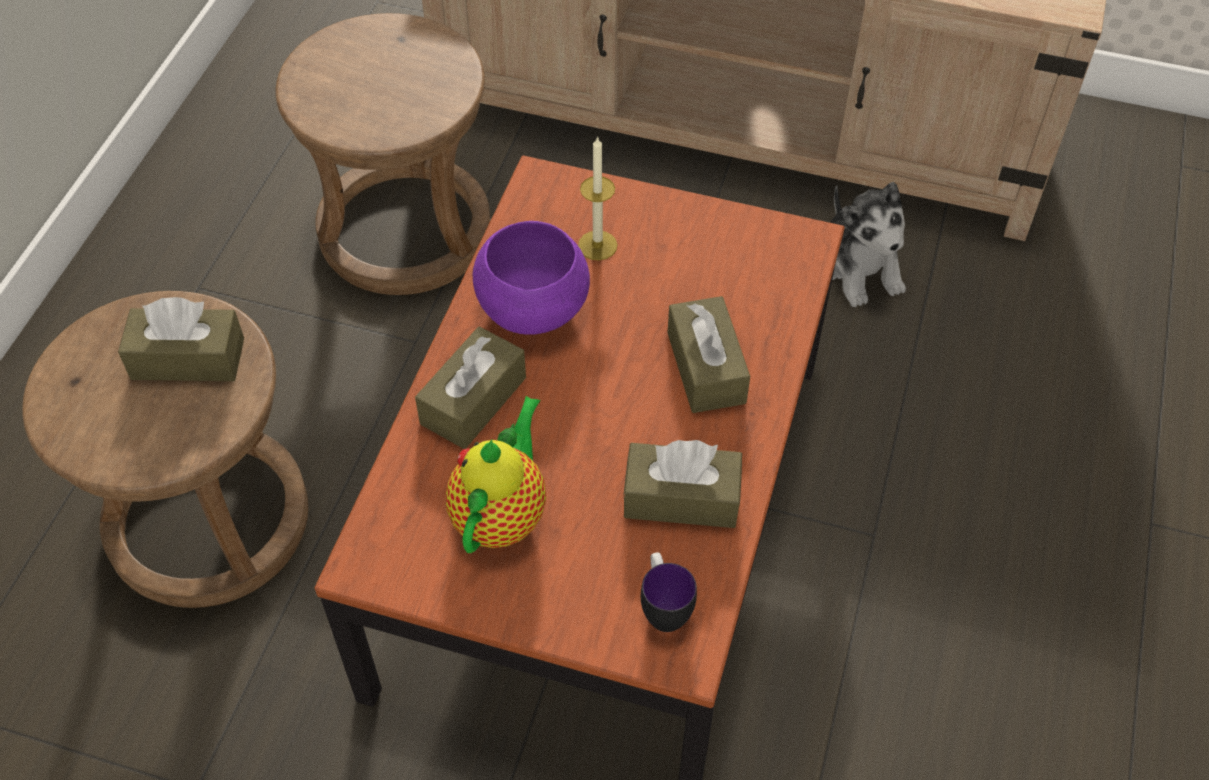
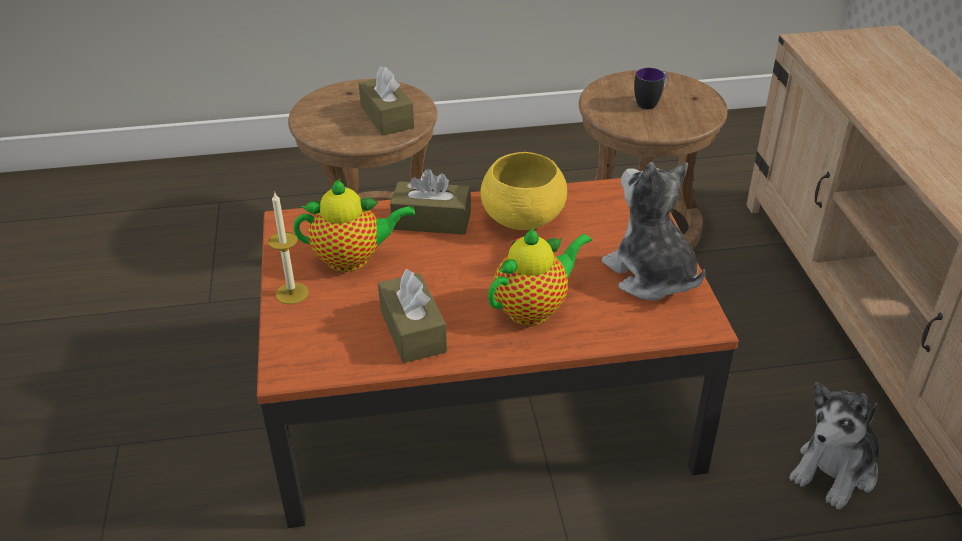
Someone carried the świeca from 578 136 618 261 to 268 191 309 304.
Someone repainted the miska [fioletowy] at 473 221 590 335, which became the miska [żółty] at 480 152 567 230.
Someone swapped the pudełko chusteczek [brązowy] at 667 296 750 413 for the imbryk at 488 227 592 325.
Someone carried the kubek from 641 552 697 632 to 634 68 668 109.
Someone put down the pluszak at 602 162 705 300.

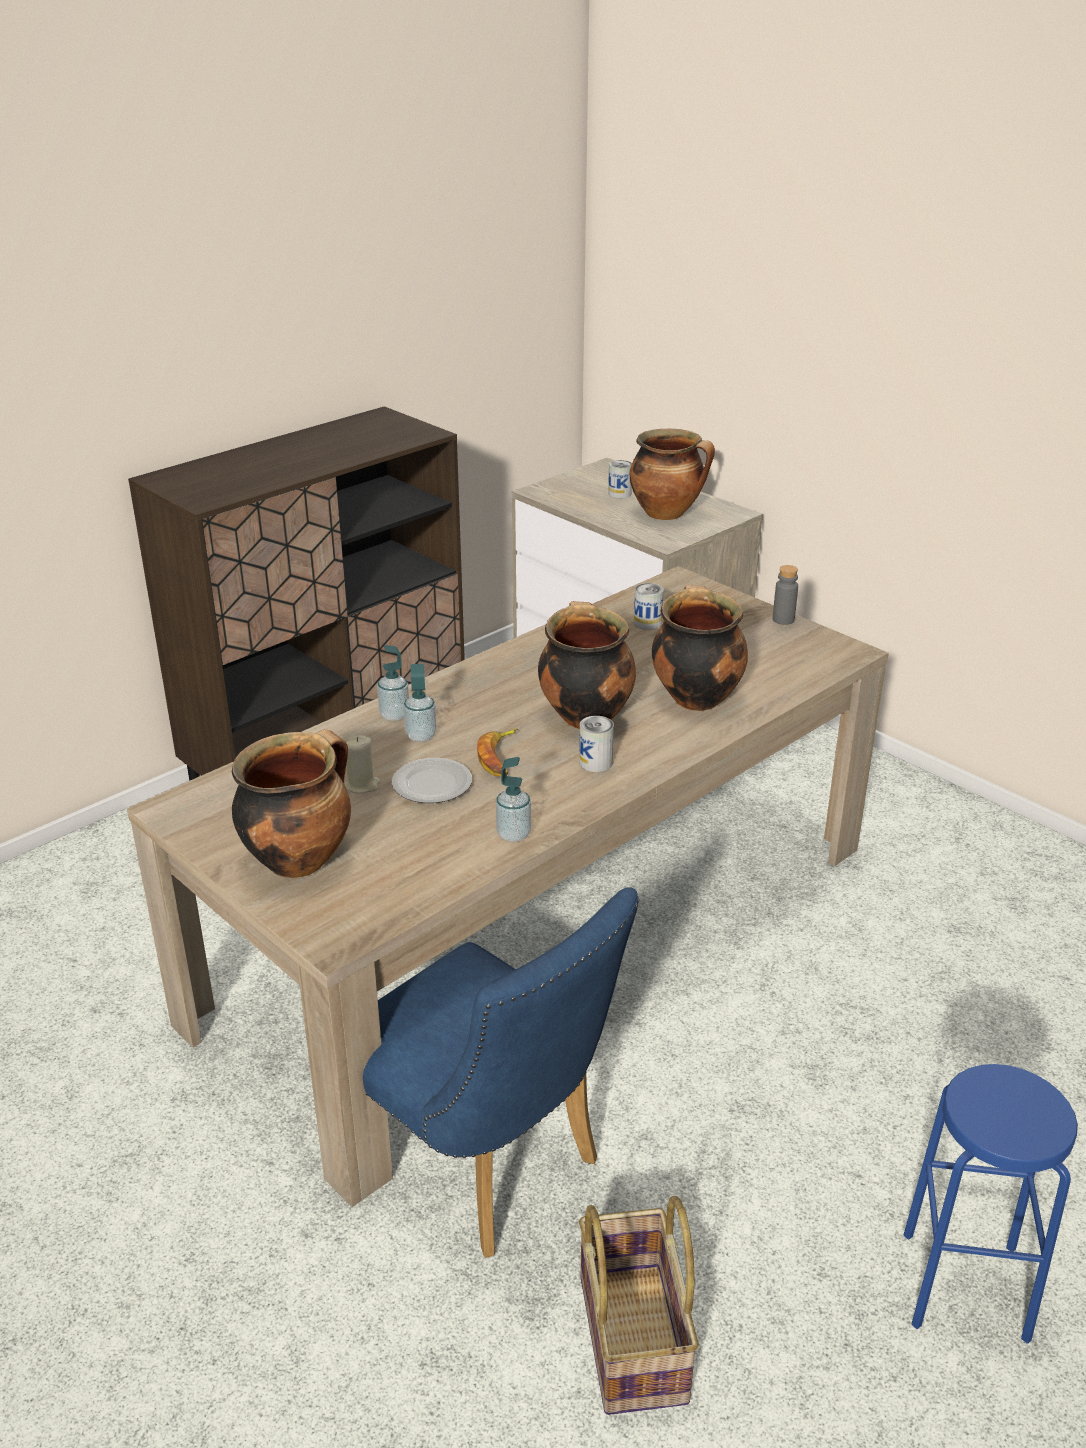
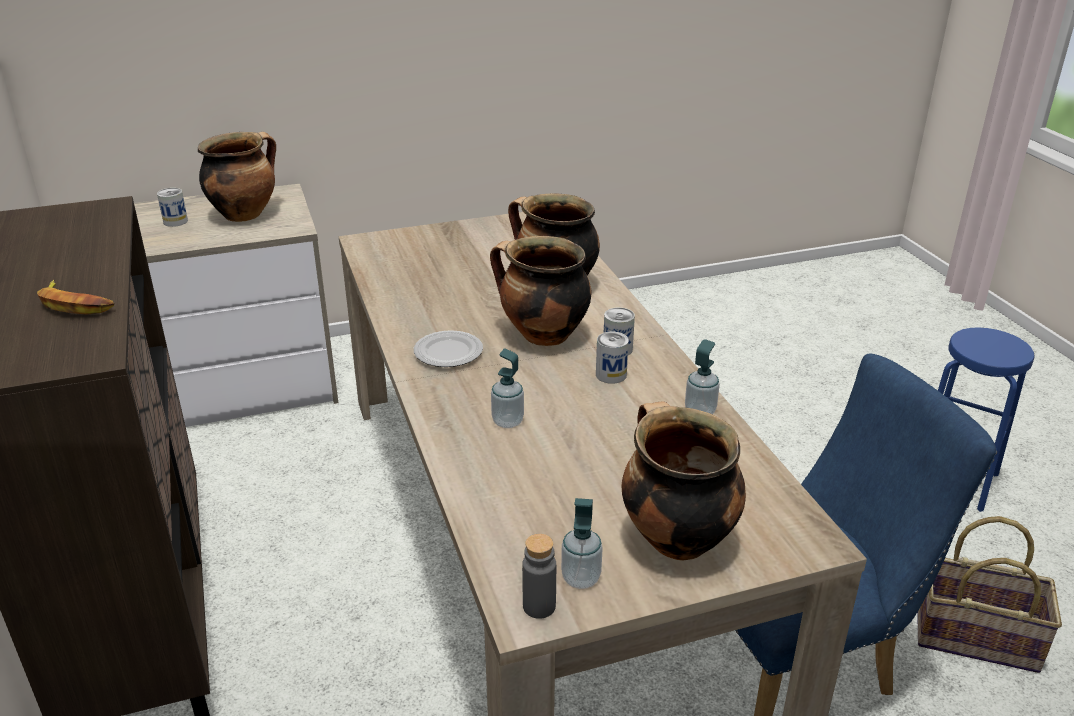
Someone carried the butelka [szary] from 773 565 798 625 to 522 534 556 619.
Someone carried the puszka from 634 583 664 630 to 596 332 629 384.
Someone carried the dozownik mydła from 377 645 409 721 to 561 498 603 589.
Someone carried the banan from 477 729 518 776 to 37 280 114 314.
Someone took away the świeca [beżowy] at 344 735 380 794.
Someone carried the talerz from 392 758 472 803 to 414 330 483 367.

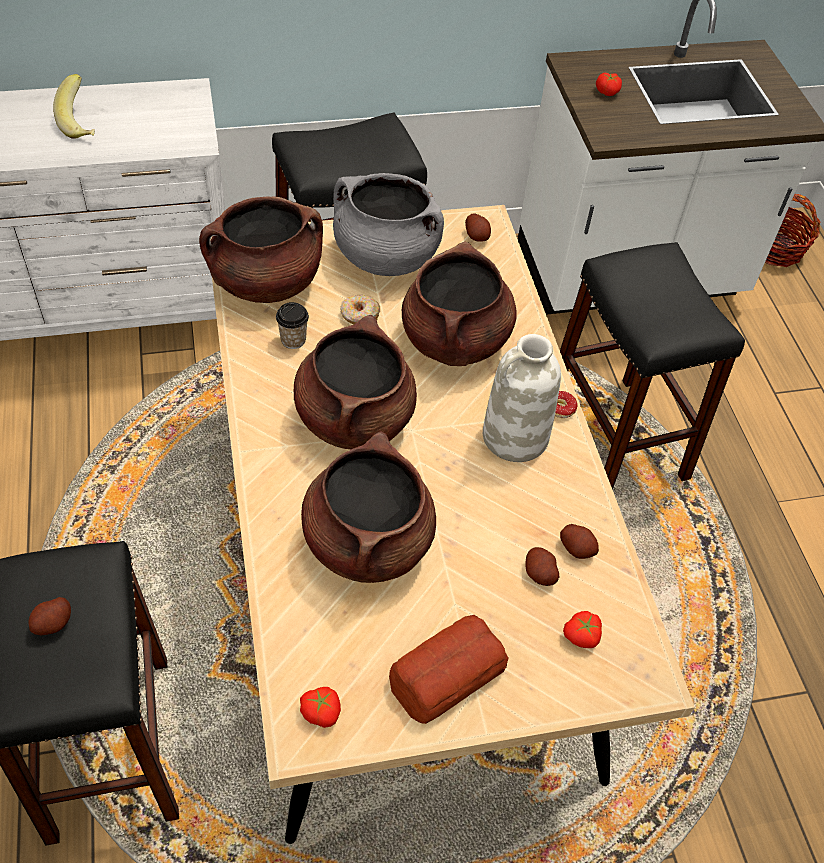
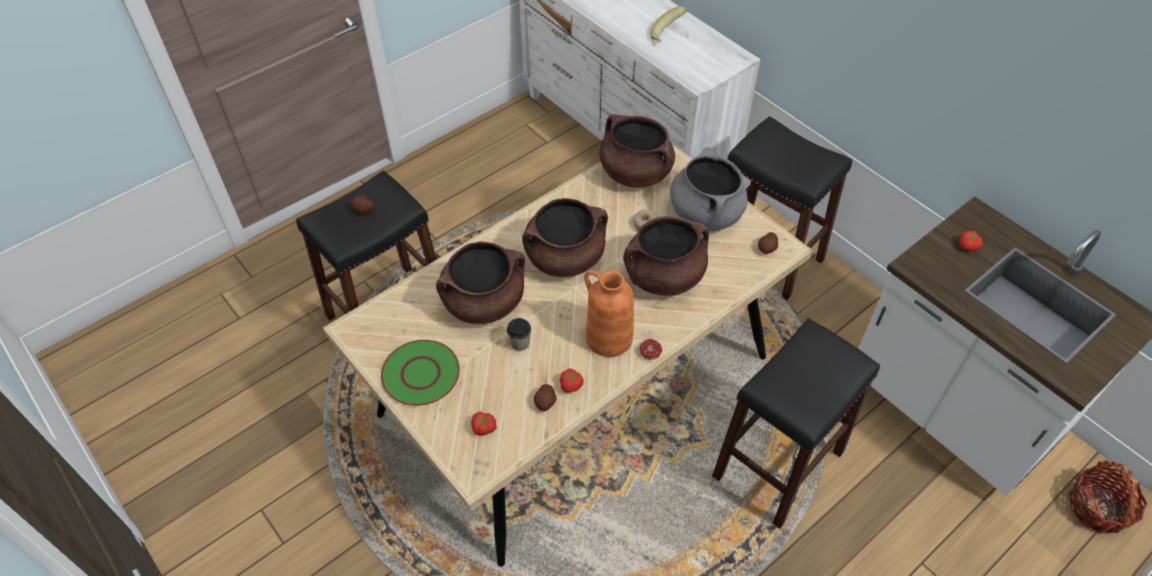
Someone carried the filiżanka from 276 302 309 349 to 507 318 531 351.
Someone repainted the wazon [biały] at 483 334 561 462, which became the wazon [pomarańczowy] at 584 270 634 357.
Someone took away the ziemniak at 526 547 559 586.
Someone swapped the chleb at 389 615 508 724 for the talerz [zielony] at 381 340 460 406.
Someone carried the pomidor from 300 687 341 728 to 560 368 584 393.

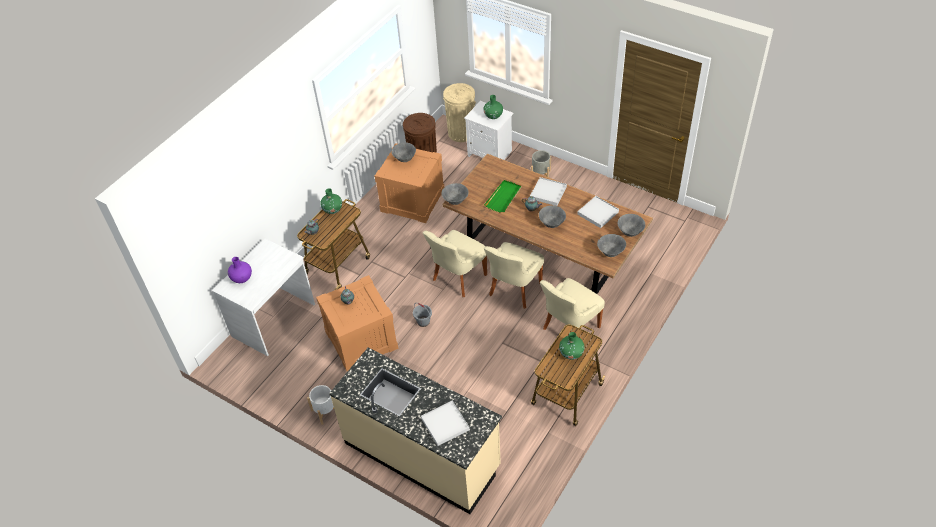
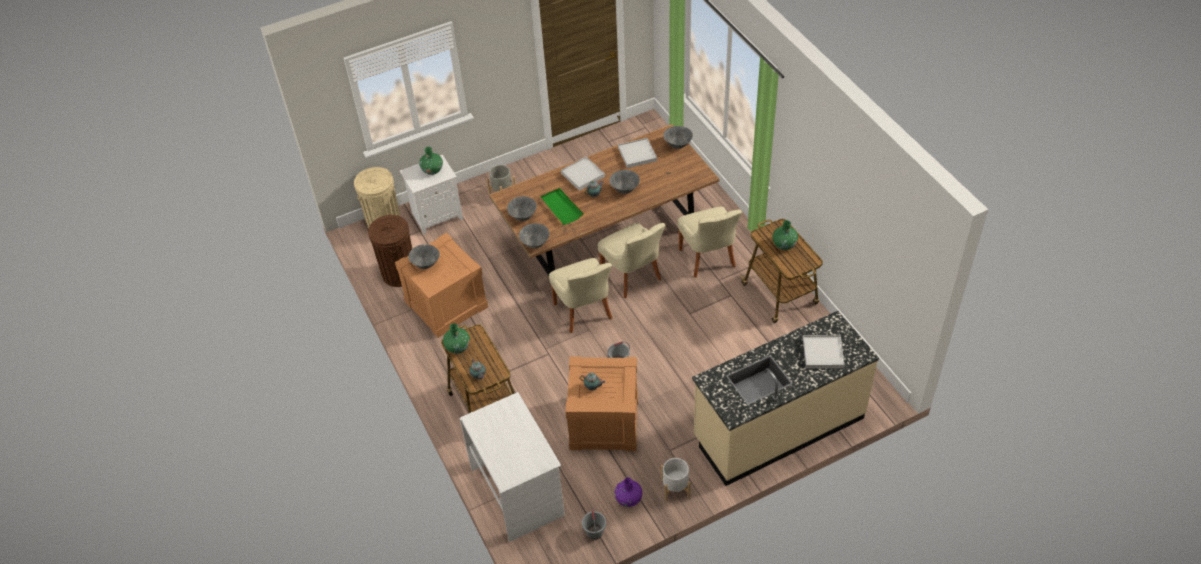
Someone carried the miska [szary] from 597 234 626 257 to 507 196 537 221.
Someone carried the wazon [fioletowy] from 228 257 252 283 to 615 477 642 507.
Someone put down the wiadro [szary] at 582 508 606 540.

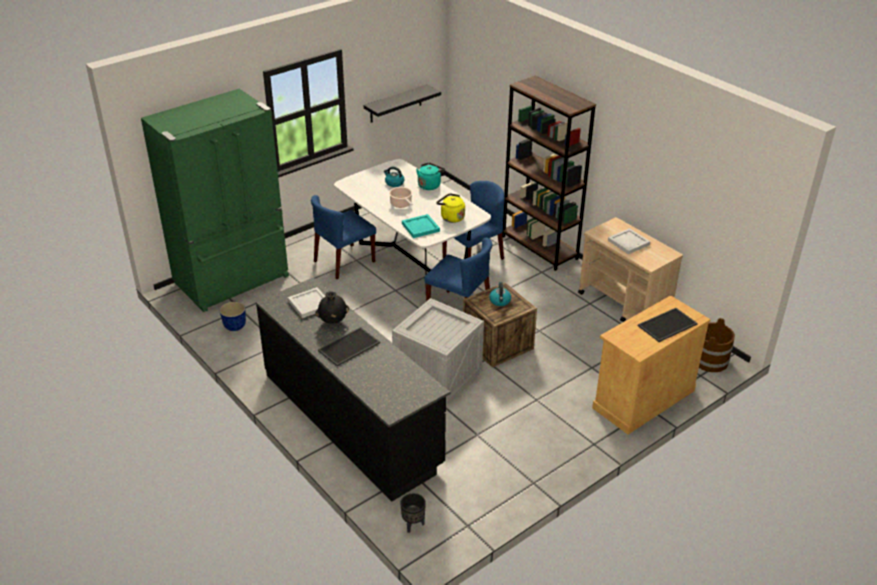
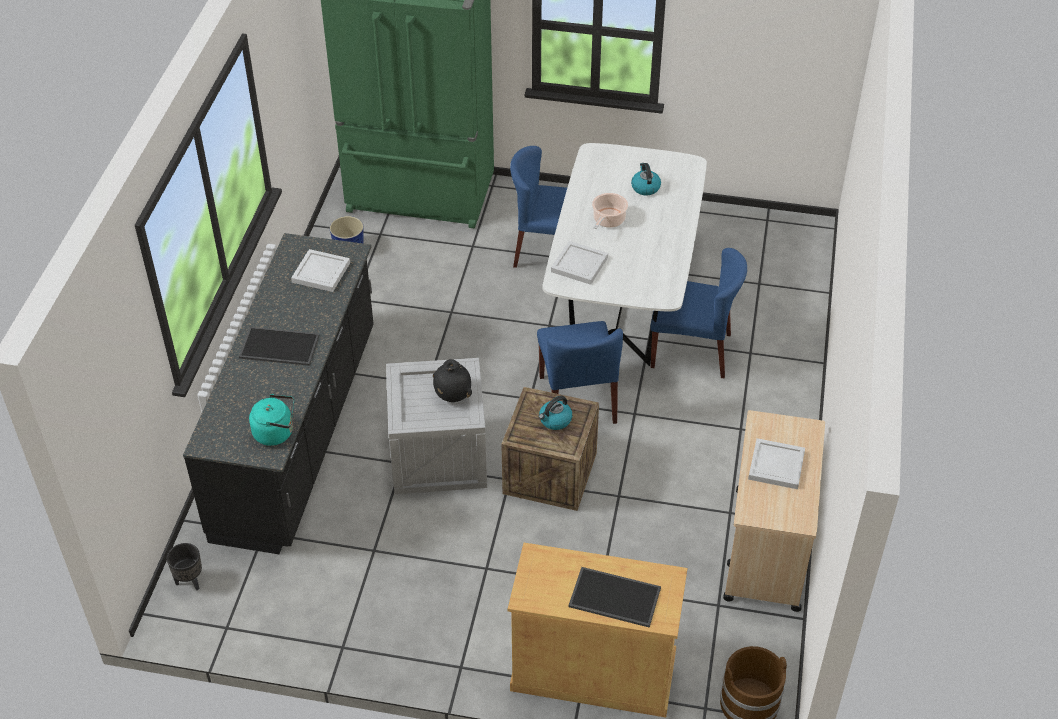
Someone took away the regał [brązowy] at 502 76 596 271.
Someone took away the półka [czarny] at 364 84 441 123.
Someone carried the czajnik [turkusowy] from 416 163 445 190 to 249 394 294 446.
Someone took away the czajnik [żółty] at 436 193 465 223.
Someone repainted the taca [turkusowy] at 402 214 440 238, which became the taca [biały] at 551 241 608 285.
Someone carried the wazon [czarny] from 316 291 349 324 to 433 359 472 402.

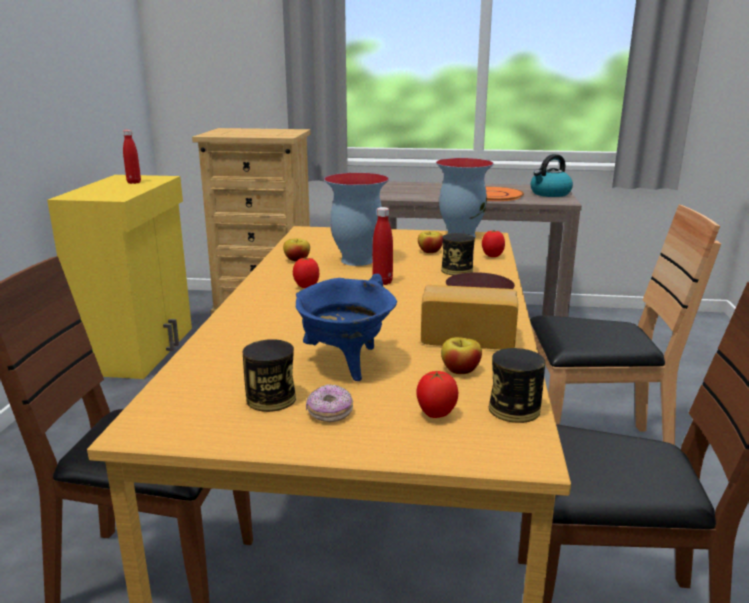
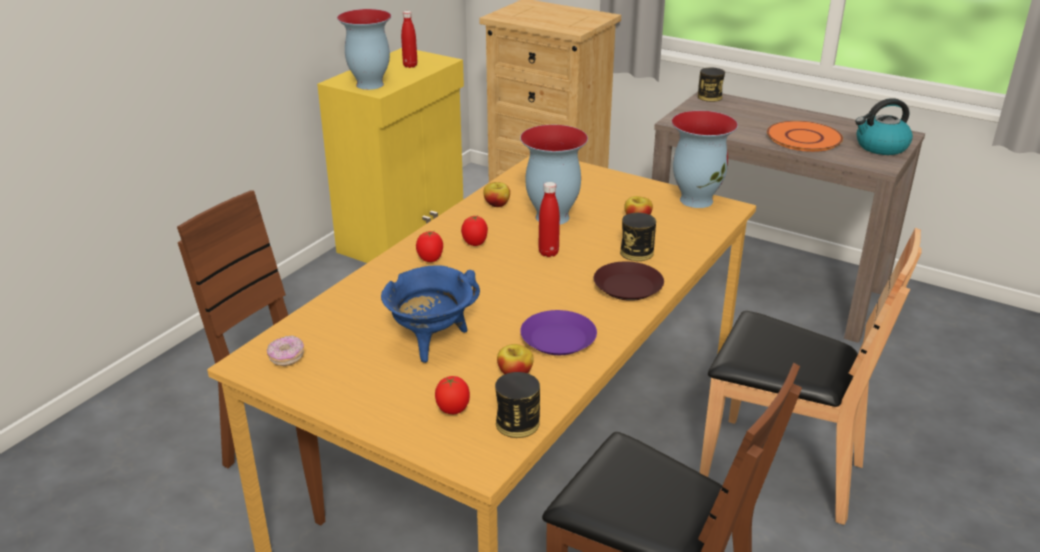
Someone carried the pomidor from 482 230 505 257 to 416 231 443 262.
Someone swapped the chleb at 421 285 518 350 for the talerz [fioletowy] at 520 310 597 355.
Someone carried the puszka from 243 339 296 412 to 698 68 725 102.
Someone carried the donut from 306 384 353 422 to 267 336 304 366.
Someone put down the wazon at 337 9 391 90.

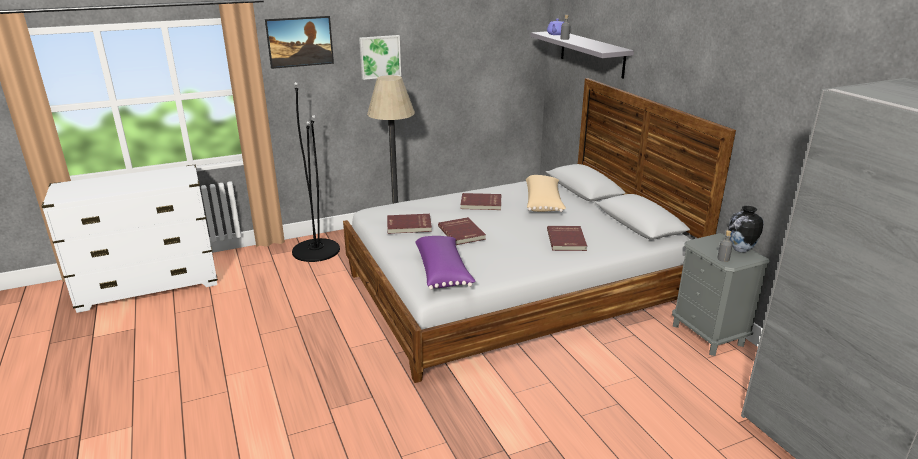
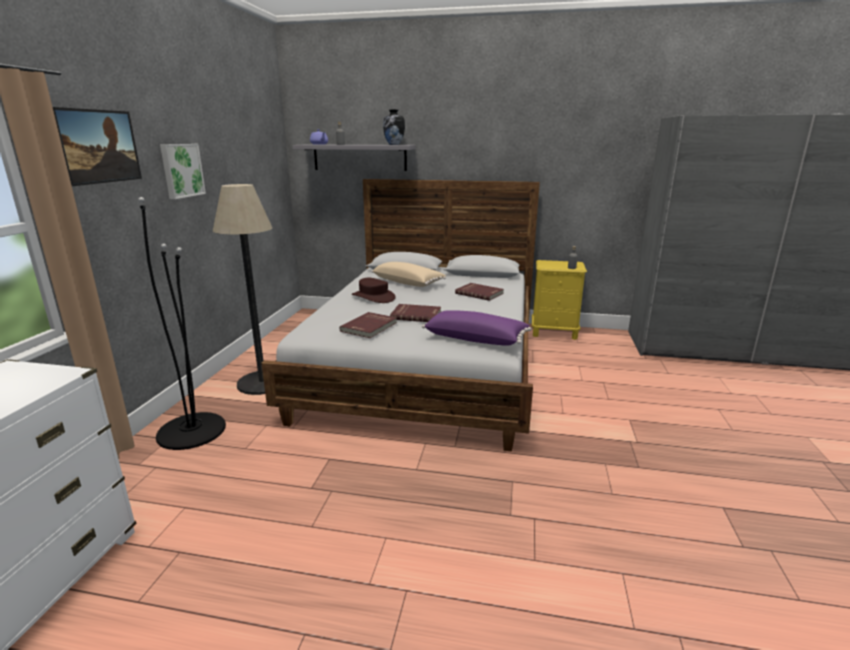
Someone swapped the książka [czerwony] at 460 193 501 210 for the kapelusz [brązowy] at 352 278 396 303.
Someone carried the wazon from 729 206 763 253 to 383 110 405 145.
Someone repainted the szafka nocna [szary] at 672 233 770 356, which became the szafka nocna [żółty] at 532 260 587 340.

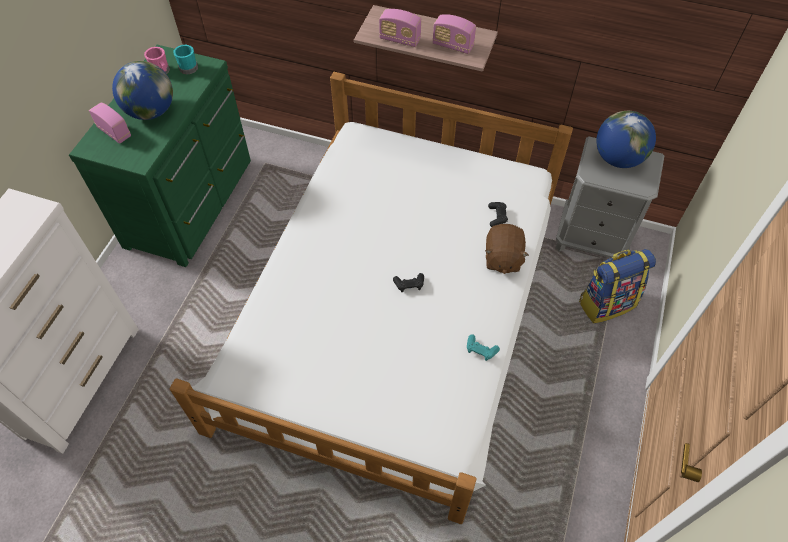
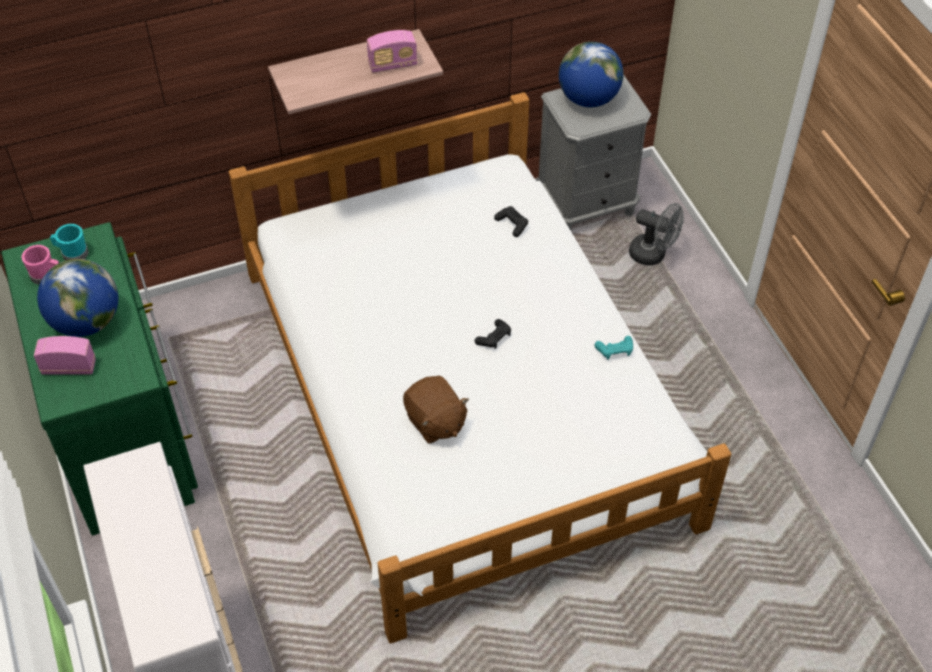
Someone took away the radio at 379 9 421 47.
Someone carried the pluszak [brązowy] from 485 224 529 274 to 403 376 469 444.
Someone swapped the plecak at 579 249 656 323 for the wentylator [szary] at 629 203 684 266.

